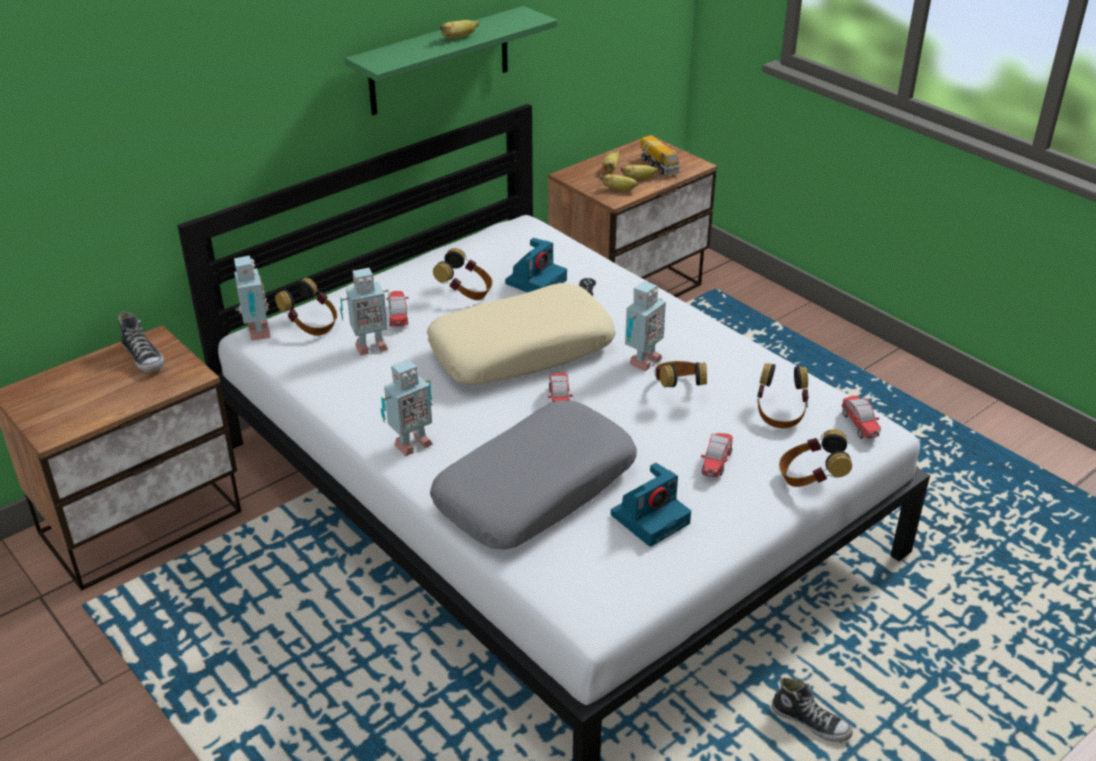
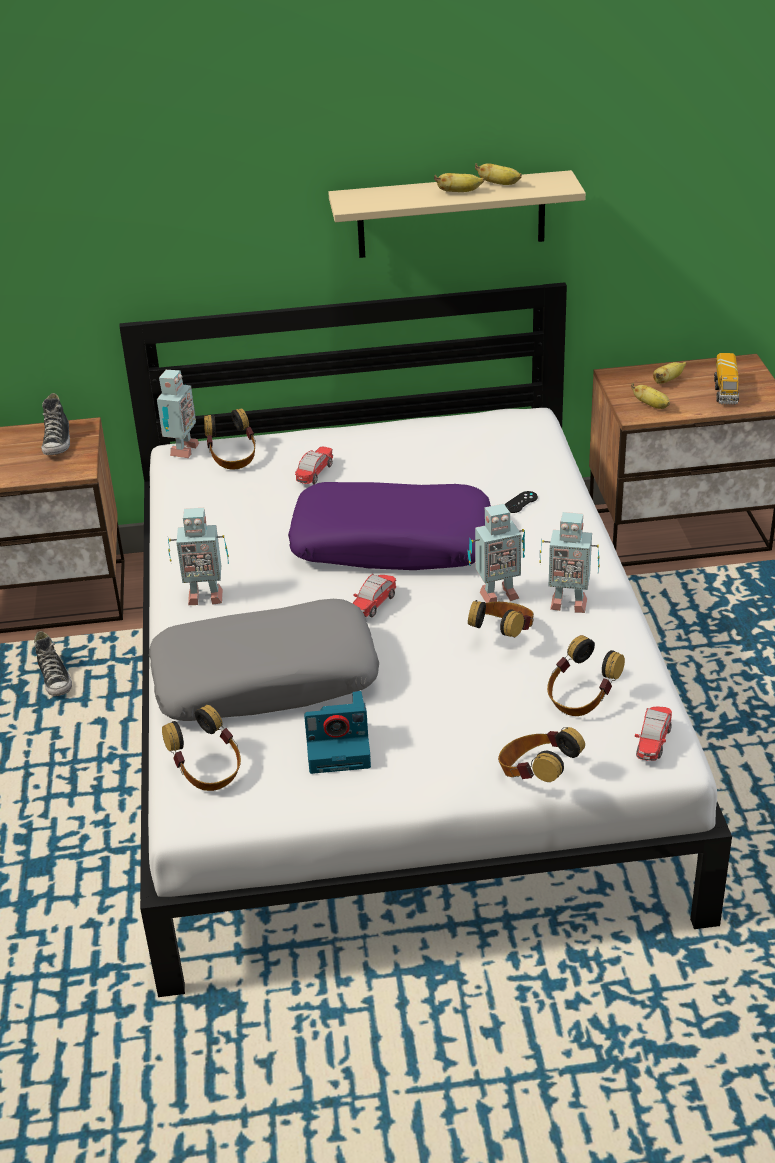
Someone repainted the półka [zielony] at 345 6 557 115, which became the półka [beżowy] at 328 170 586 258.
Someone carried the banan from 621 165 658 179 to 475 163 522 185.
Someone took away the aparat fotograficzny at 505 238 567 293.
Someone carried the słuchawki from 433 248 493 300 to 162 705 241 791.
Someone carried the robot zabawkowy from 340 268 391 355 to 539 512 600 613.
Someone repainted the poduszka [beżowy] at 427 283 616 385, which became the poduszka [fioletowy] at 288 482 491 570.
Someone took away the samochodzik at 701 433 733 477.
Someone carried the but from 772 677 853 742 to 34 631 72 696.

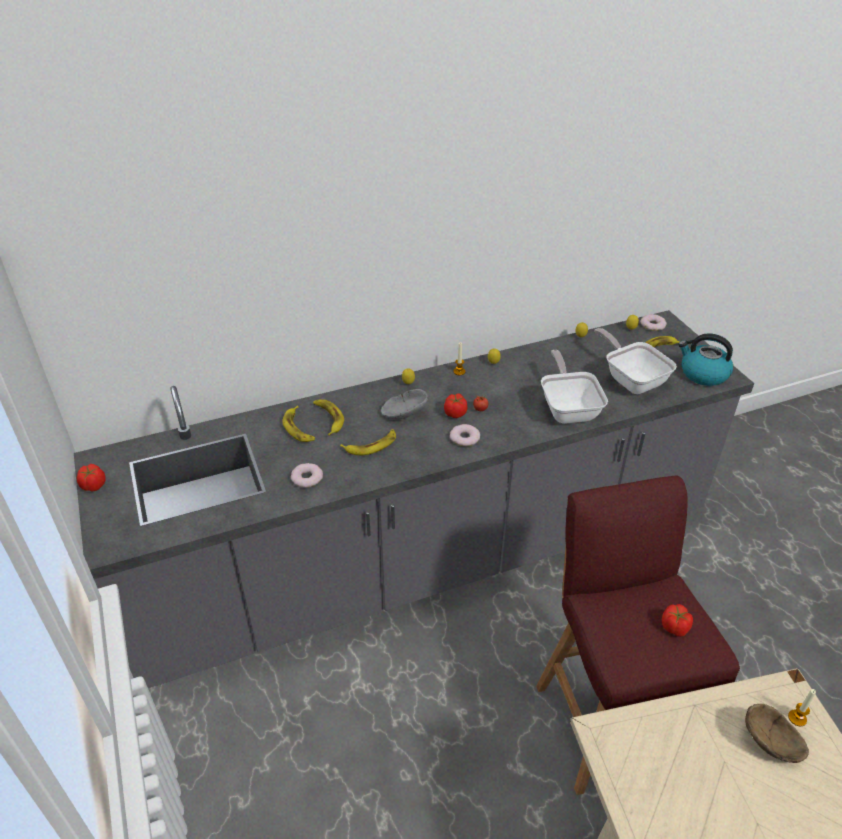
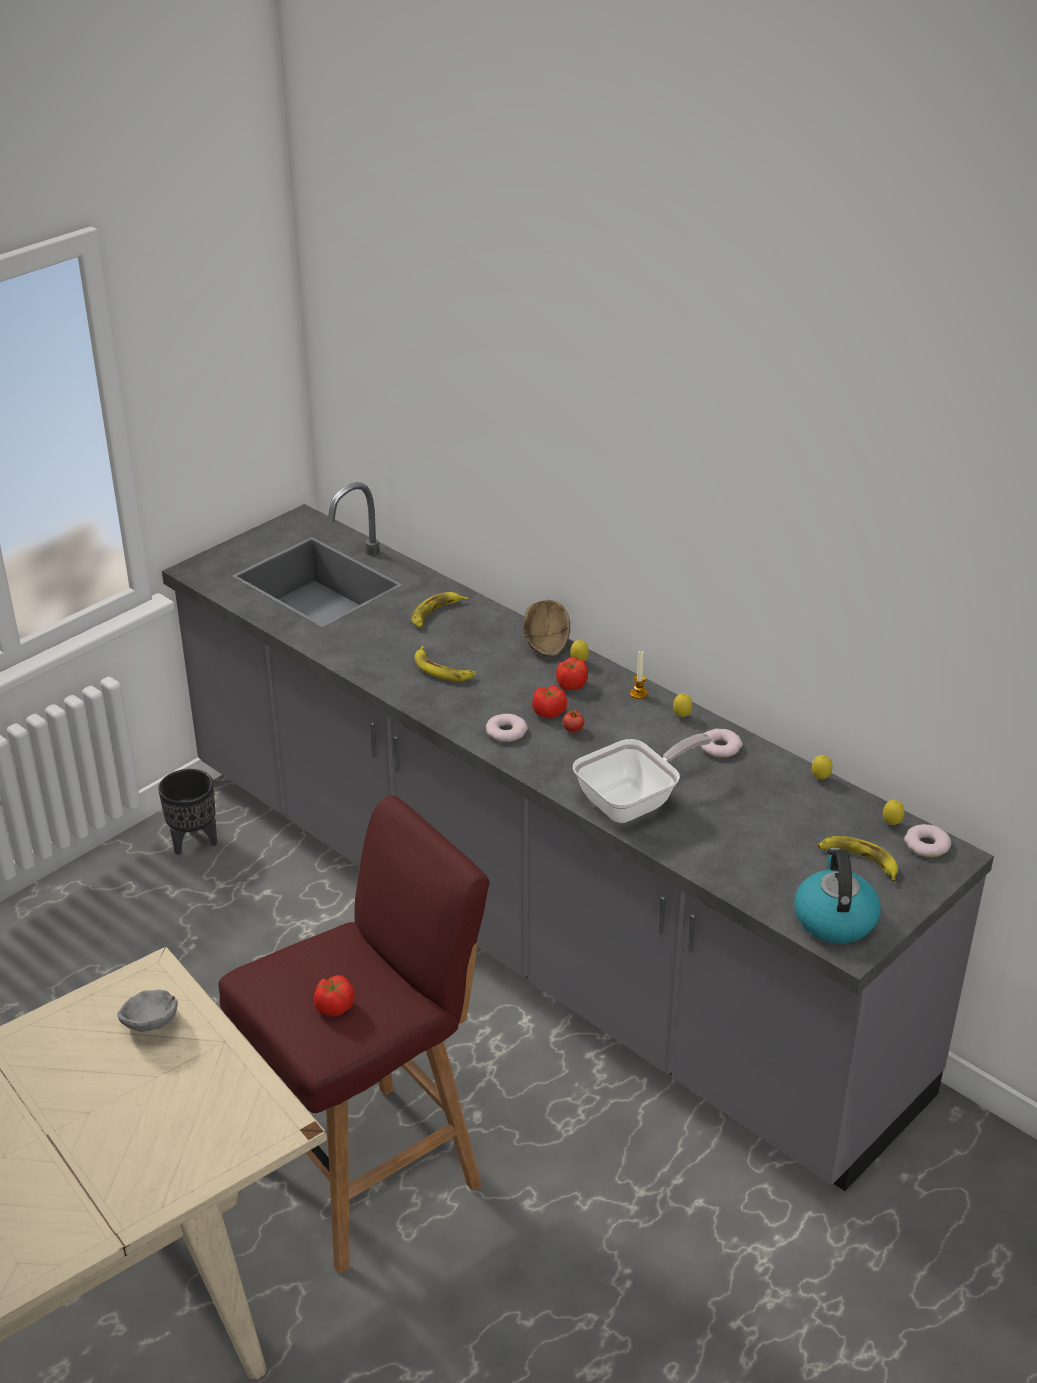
Someone took away the patelnia at 594 328 677 394.
Someone carried the miska [szary] from 381 389 428 419 to 118 990 178 1032.
Someone took away the banan at 313 399 344 436.
Someone carried the donut from 291 463 323 488 to 701 729 743 758.
Someone carried the pomidor from 77 464 106 491 to 556 657 588 690.
Someone took away the świeca at 788 689 816 727.
Someone carried the miska [brązowy] from 745 704 809 763 to 523 600 570 657.
Someone put down the donica [czarny] at 158 769 217 855.

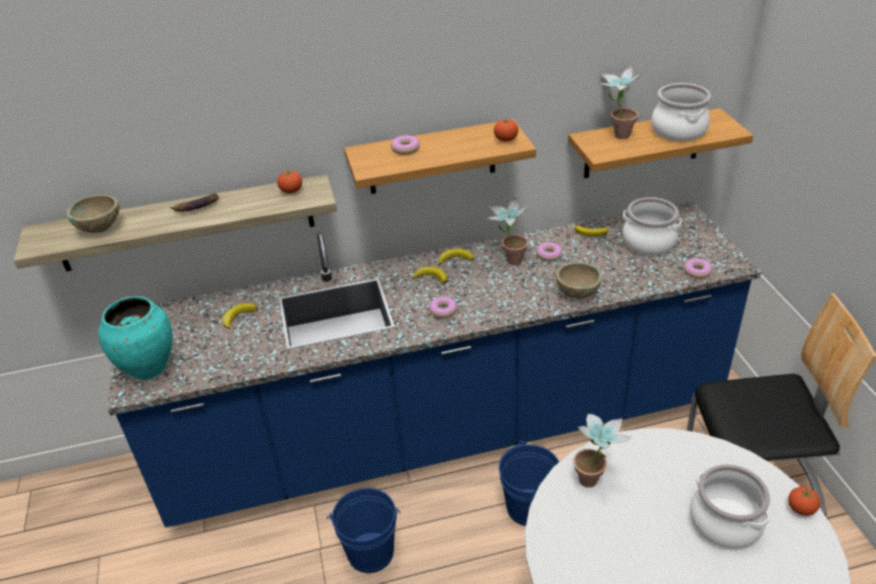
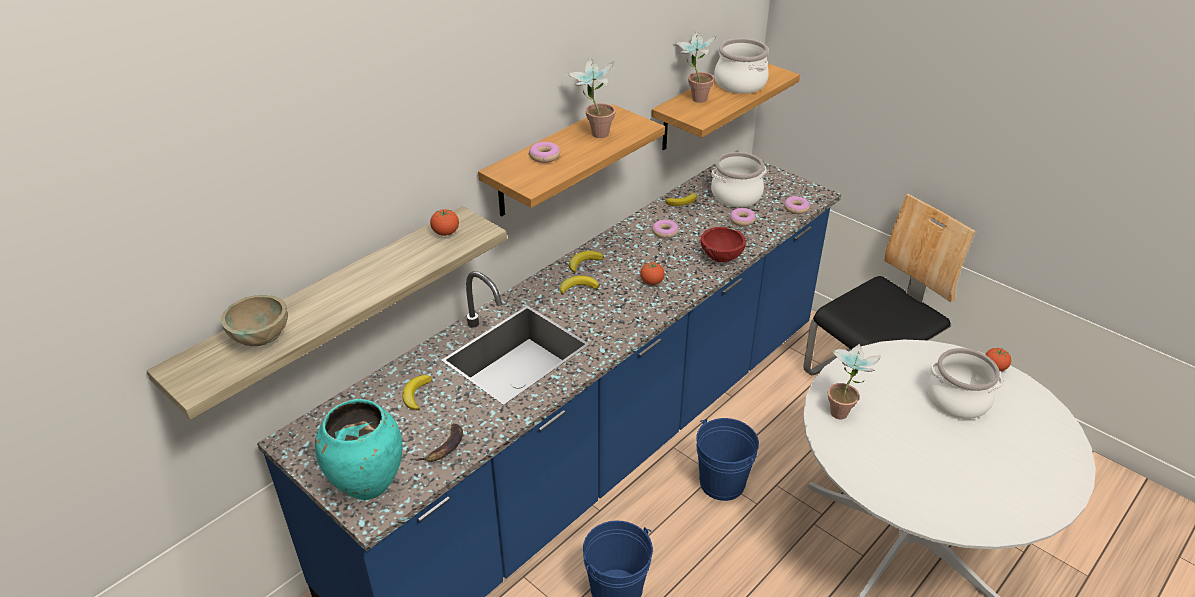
Someone carried the pomidor from 494 118 518 142 to 640 262 665 285.
Someone carried the banan from 170 193 219 212 to 414 424 463 462.
Someone carried the roślina doniczkowa from 486 197 528 265 to 567 57 616 138.
Someone repainted the miska [beżowy] at 556 262 602 299, which became the miska [czerwony] at 701 227 746 263.
Someone carried the donut from 429 297 457 318 to 730 208 756 226.

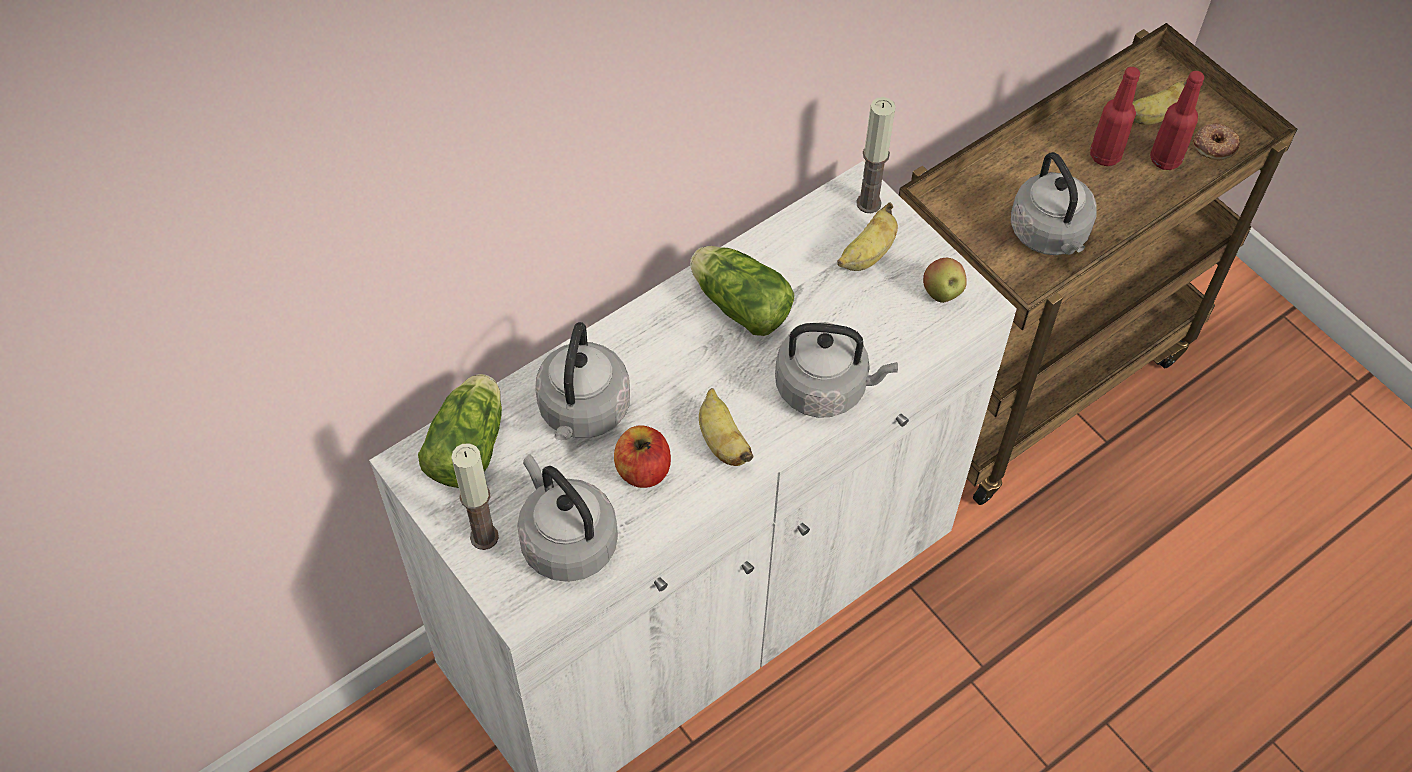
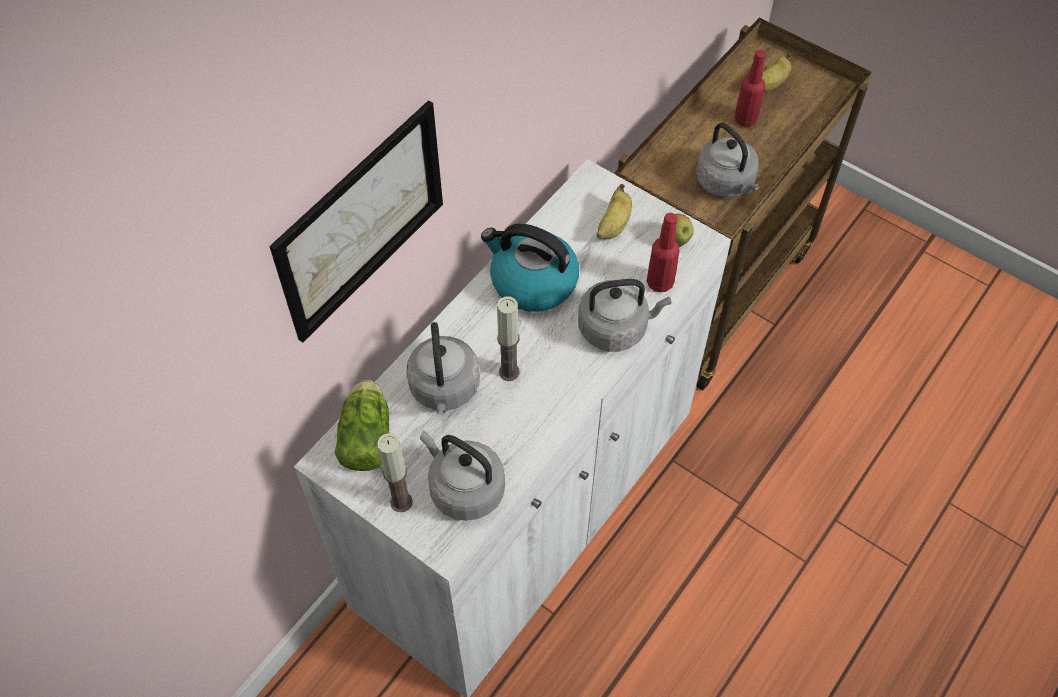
Someone carried the butelka [czerwony] from 1150 71 1204 170 to 647 213 680 293.
Someone carried the świeca from 856 97 896 213 to 497 296 520 381.
Someone took away the donut at 1193 123 1240 160.
Someone swapped the sałata at 690 246 794 336 for the czajnik at 481 224 579 312.
Someone took away the banan at 699 388 753 466.
Someone took away the jabłko at 614 425 671 488.
Someone put up the obraz at 269 100 443 343.

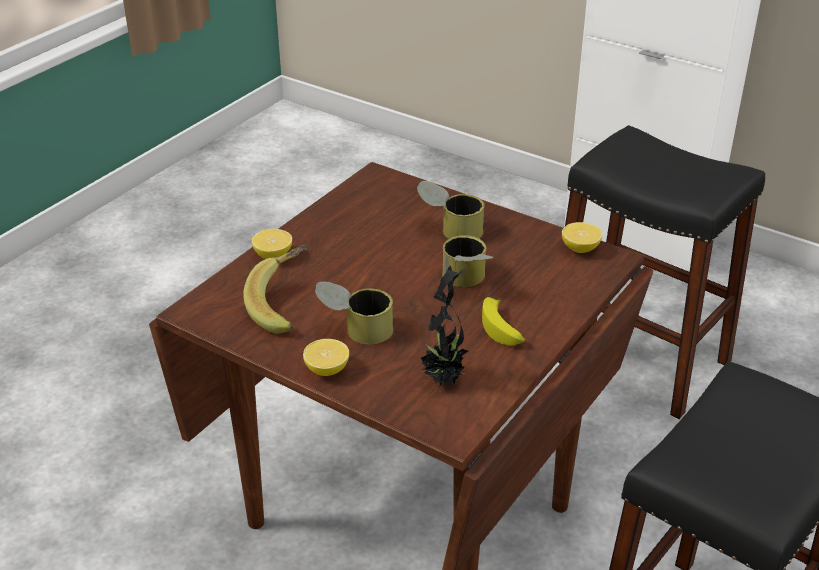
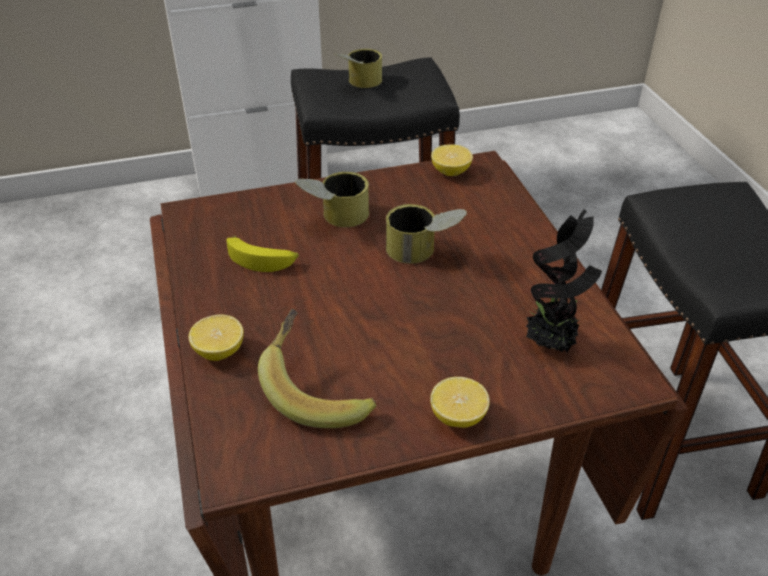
Someone carried the puszka from 315 281 393 345 to 335 49 382 88.
Someone carried the banan from 482 297 525 346 to 227 235 299 272.

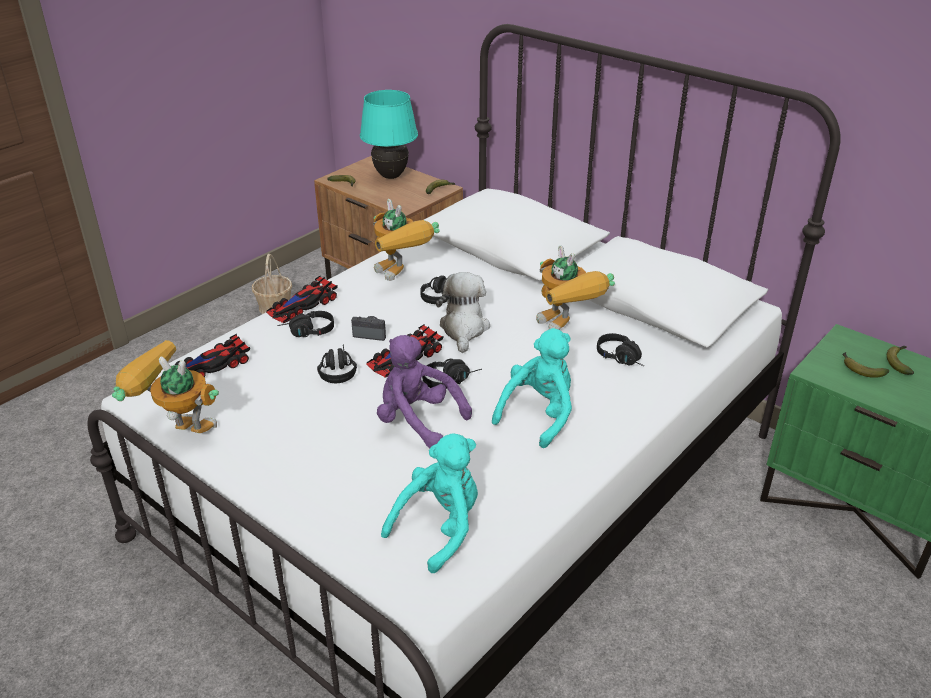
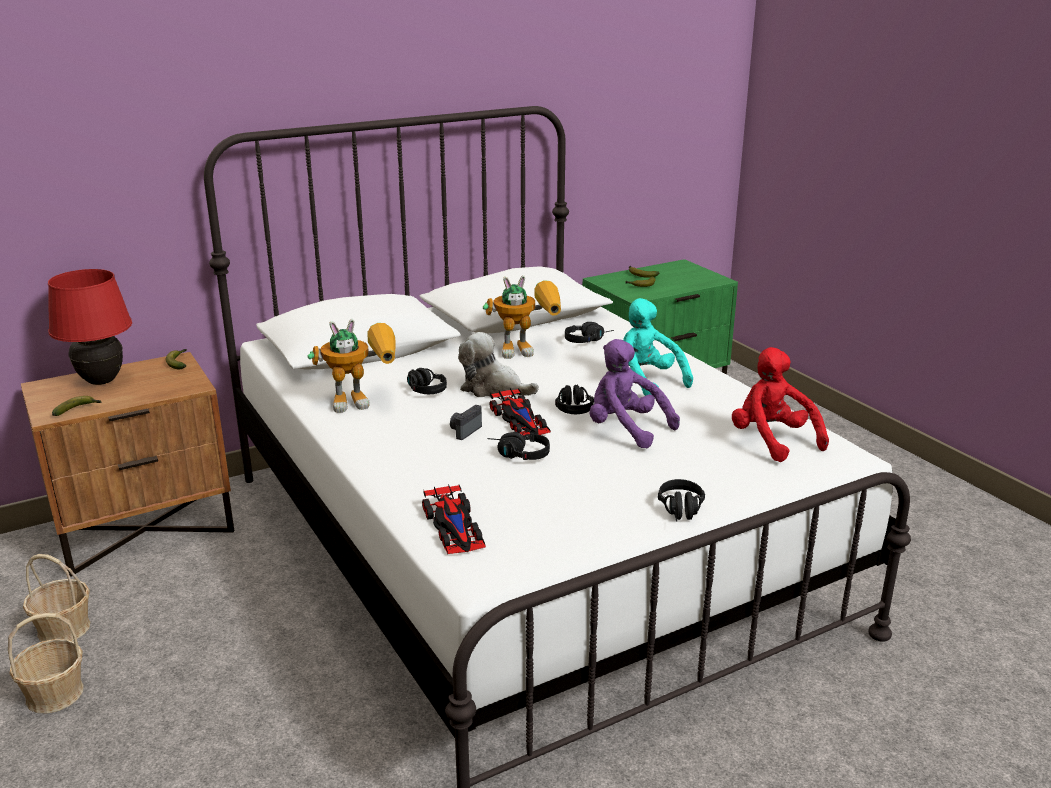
Someone repainted the lampa stołowa [turkusowy] at 360 90 418 179, which became the lampa stołowa [czerwony] at 48 269 132 385.
Someone took away the samochodzik at 266 275 338 323.
Someone carried the słuchawki [czarny] from 277 311 334 337 to 658 479 705 522.
Someone rotated the pluszak [fioletowy] at 377 335 472 448 by 75 degrees clockwise.
Someone took away the robot zabawkowy at 112 340 219 433.
Someone repainted the pluszak [turkusowy] at 381 433 478 573, which became the pluszak [czerwony] at 732 347 829 462.
Someone put down the koszyk at 8 613 84 713.

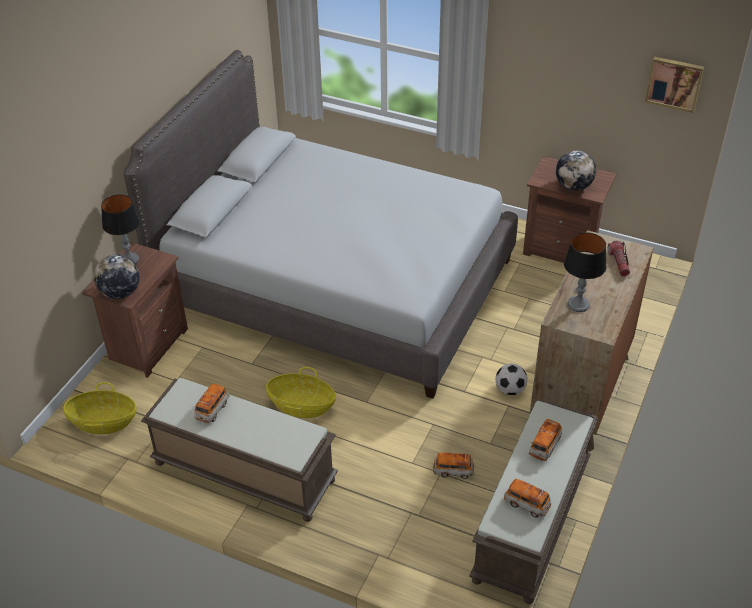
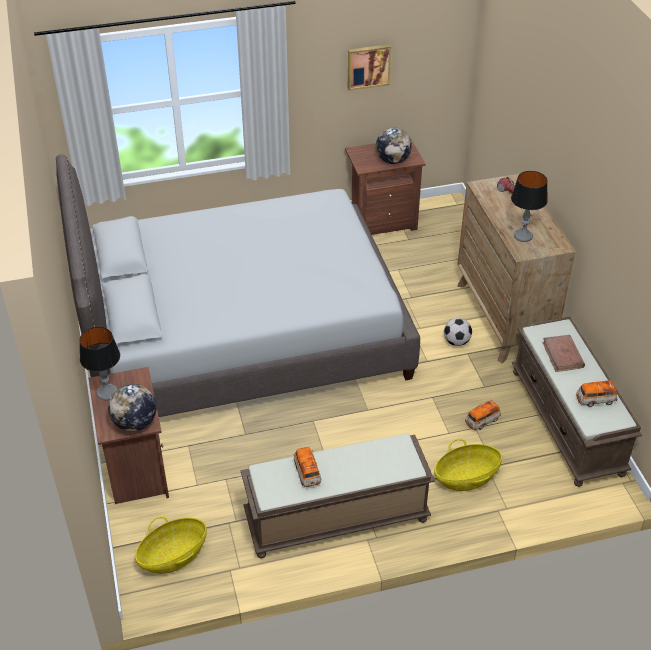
Someone carried the obraz from 645 56 704 113 to 348 44 391 91.
Someone carried the koszyk from 266 367 336 418 to 434 439 502 491.
Someone swapped the samochodzik at 529 419 562 461 for the książka [brązowy] at 542 335 585 372.

